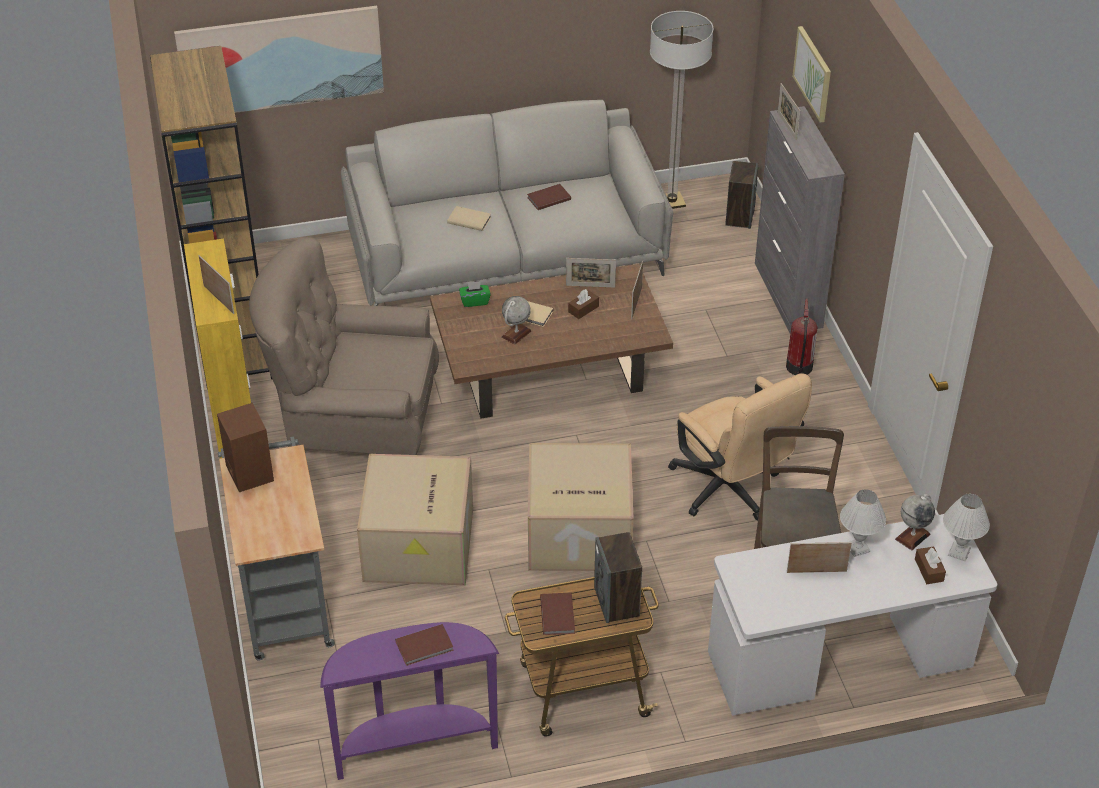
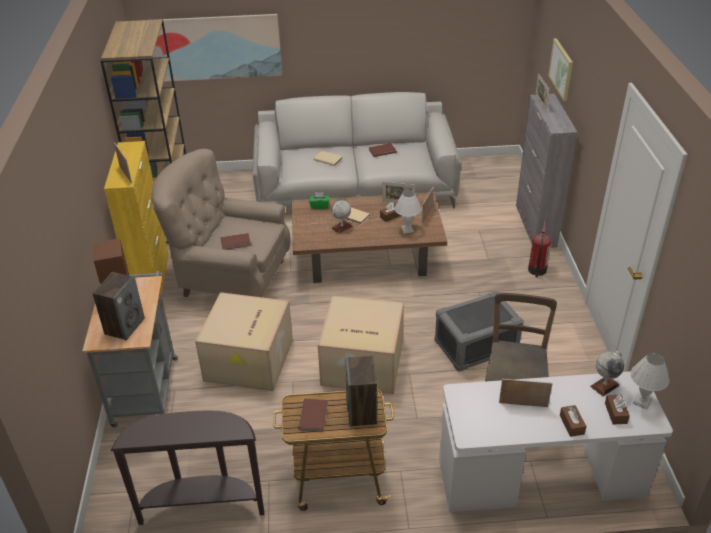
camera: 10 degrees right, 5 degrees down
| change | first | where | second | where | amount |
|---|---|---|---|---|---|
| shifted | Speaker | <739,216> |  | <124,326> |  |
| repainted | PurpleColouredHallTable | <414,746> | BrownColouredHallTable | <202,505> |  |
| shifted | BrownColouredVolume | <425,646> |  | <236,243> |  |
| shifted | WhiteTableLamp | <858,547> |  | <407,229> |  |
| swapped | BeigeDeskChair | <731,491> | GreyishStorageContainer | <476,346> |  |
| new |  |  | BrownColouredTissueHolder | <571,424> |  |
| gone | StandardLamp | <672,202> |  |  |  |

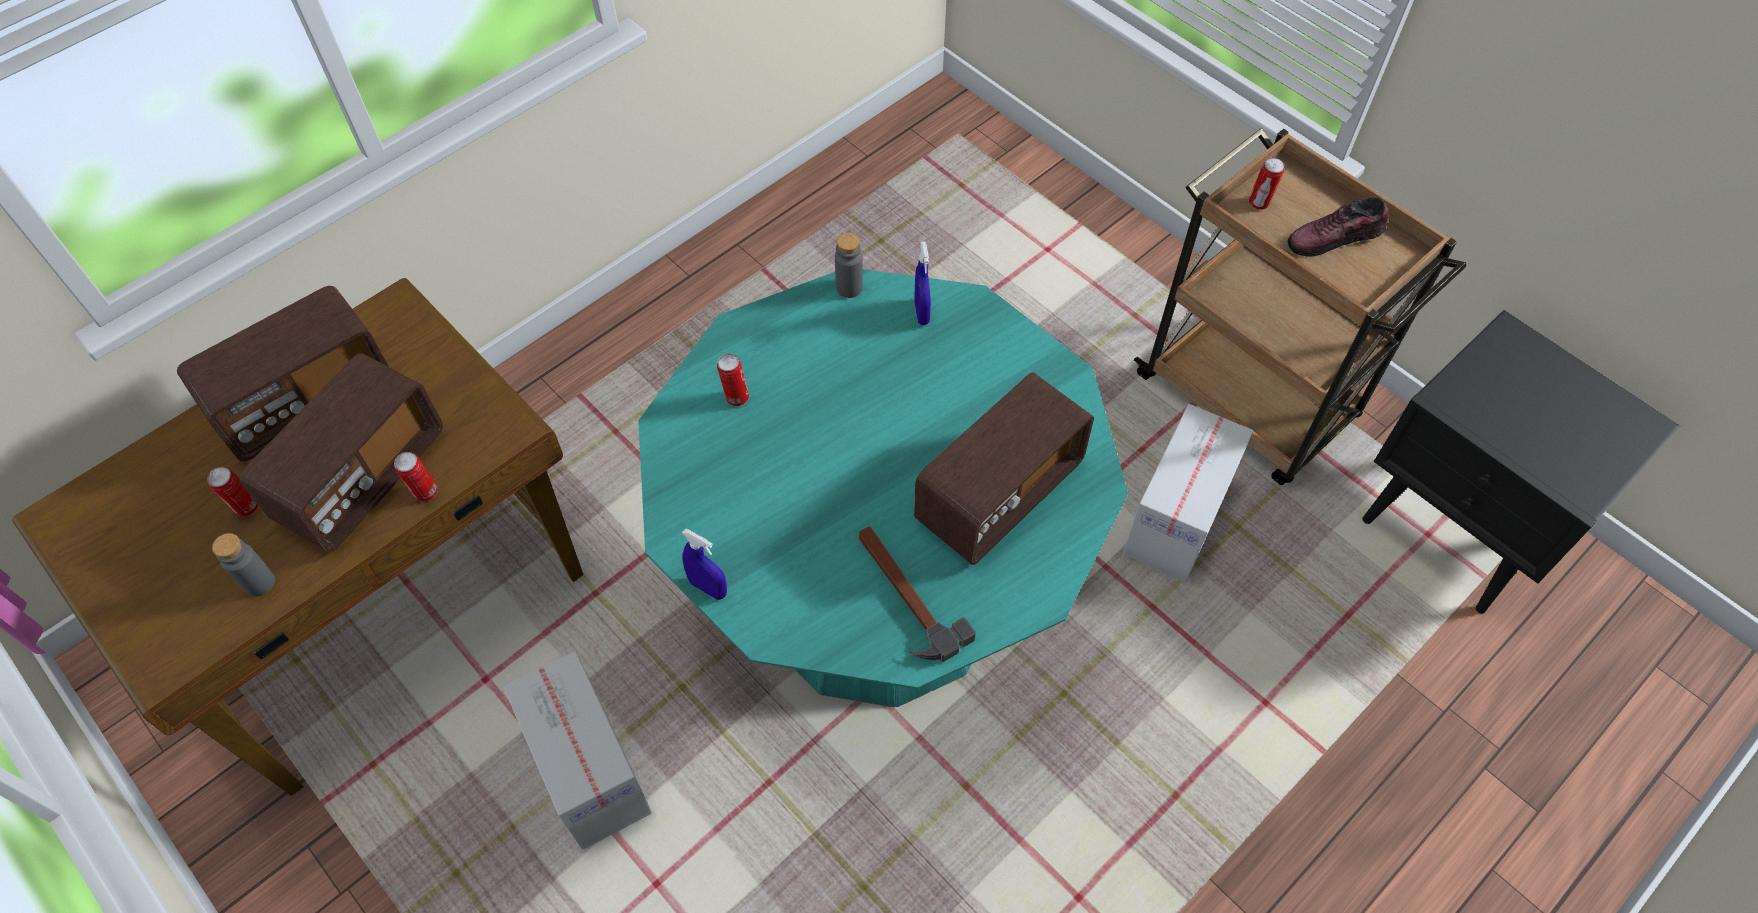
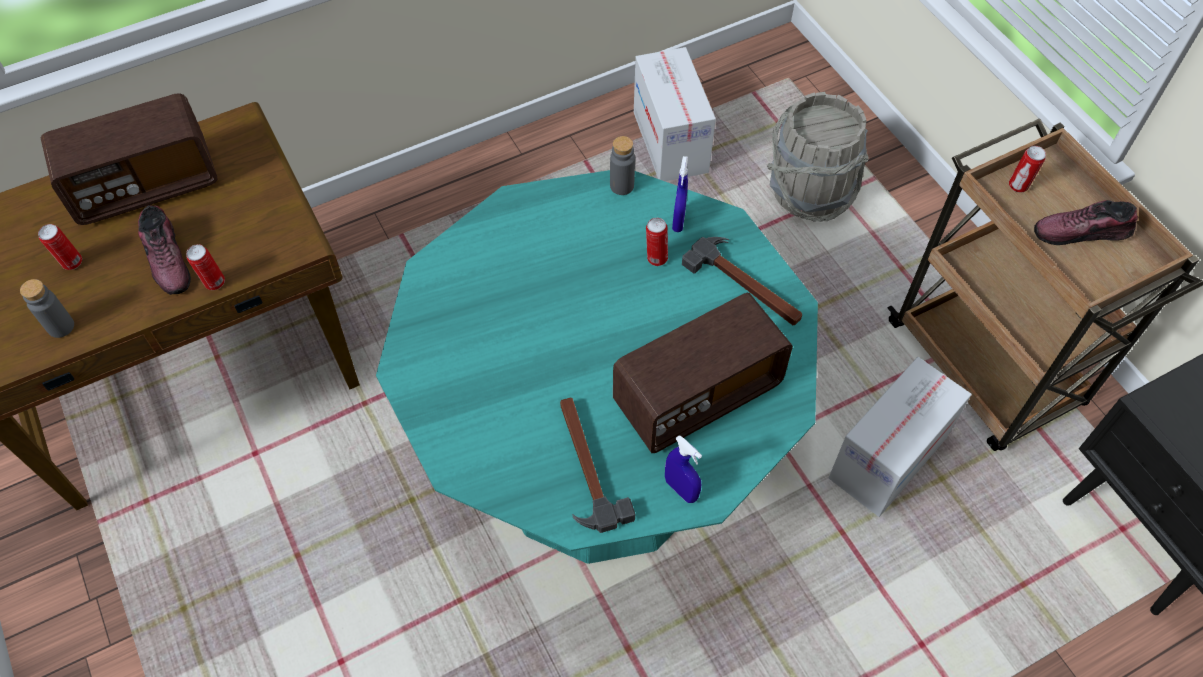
camera: 15 degrees right, 0 degrees up
| change | first | where | second | where | amount |
|---|---|---|---|---|---|
| swapped | Radio | <362,477> | LowShoe | <168,259> |  |
| shifted | CardboardBox | <589,770> |  | <670,142> |  |
| shifted | Can | <736,397> |  | <656,258> |  |
| shifted | BlueHandSprayer | <708,588> |  | <681,489> |  |
| new |  |  | HandHammer | <745,285> |  |
| new |  |  | GreyishPail | <808,192> |  |

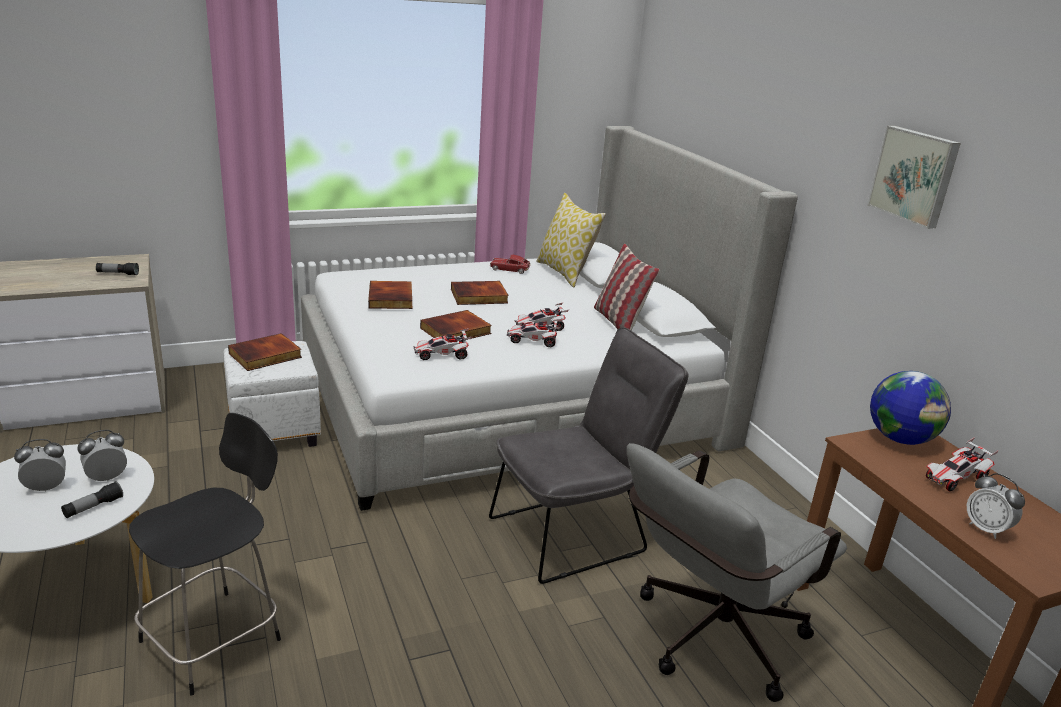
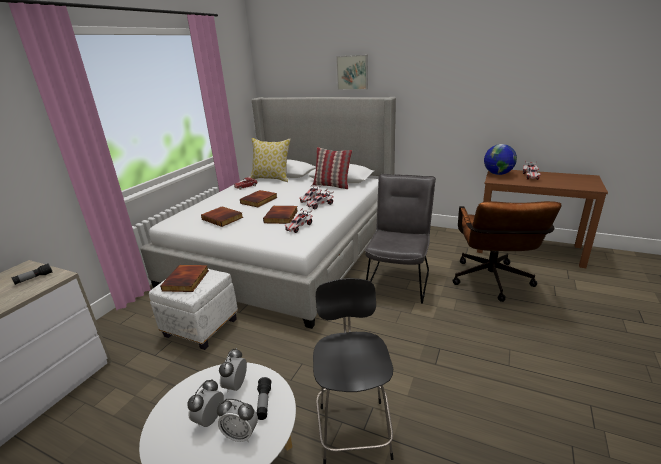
camera: 40 degrees left, 0 degrees up
| change | first | where | second | where | amount |
|---|---|---|---|---|---|
| shifted | AlarmClock | <986,529> |  | <241,435> |  |
| shifted | Picture | <915,175> |  | <353,72> |  |
| repainted | GreyishDeskChair | <709,641> | BrownColouredDeskChair | <492,283> |  |

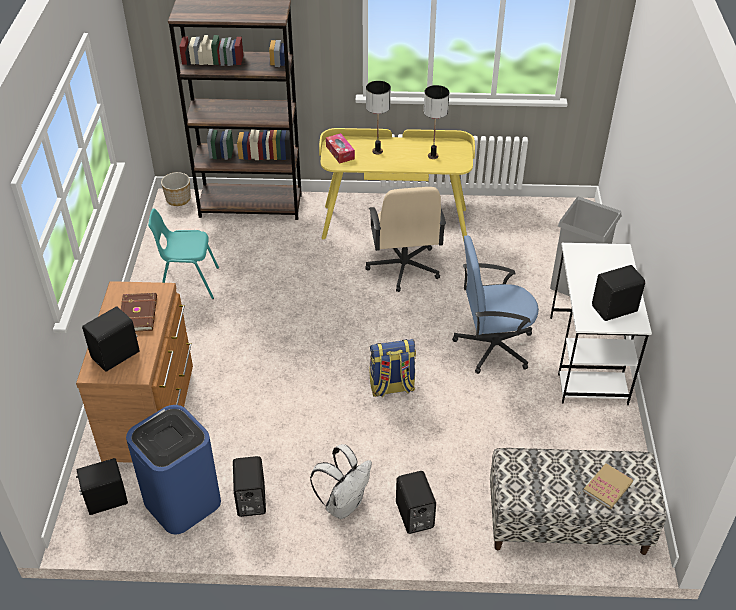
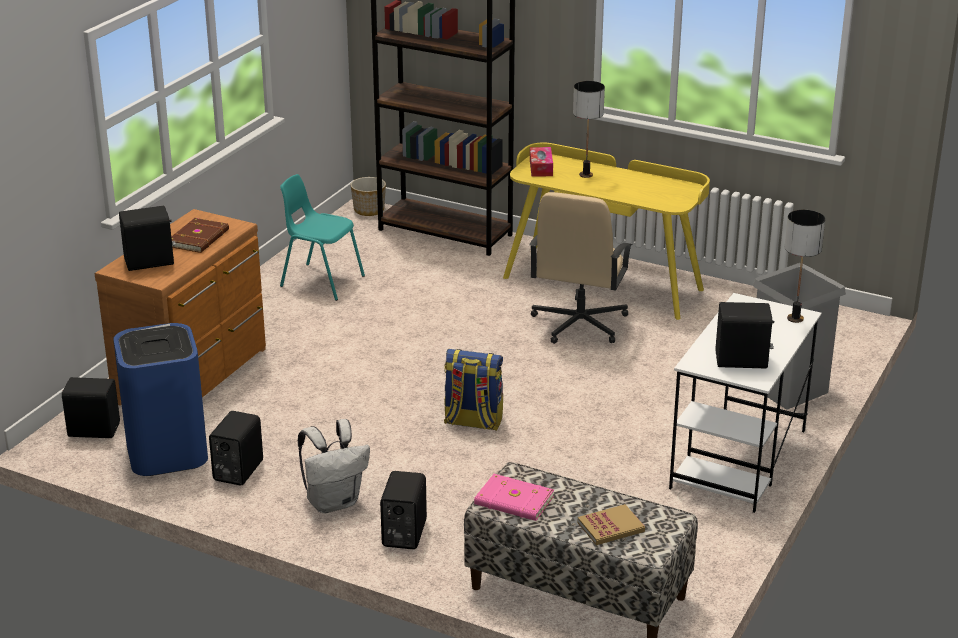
camera: 25 degrees right, 15 degrees down
| change | first | where | second | where | amount |
|---|---|---|---|---|---|
| new |  |  | PinkVolume | <514,501> |  |
| shifted | TableLamp | <433,156> |  | <795,319> |  |
| gone | BlueDeskChair | <492,346> |  |  |  |

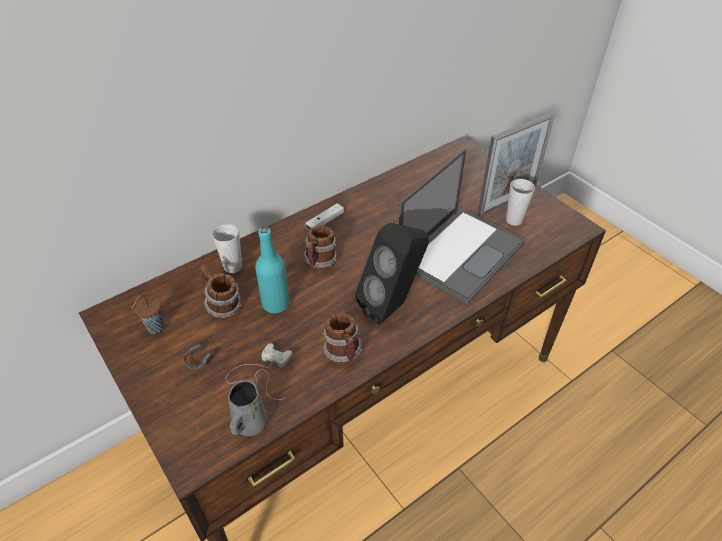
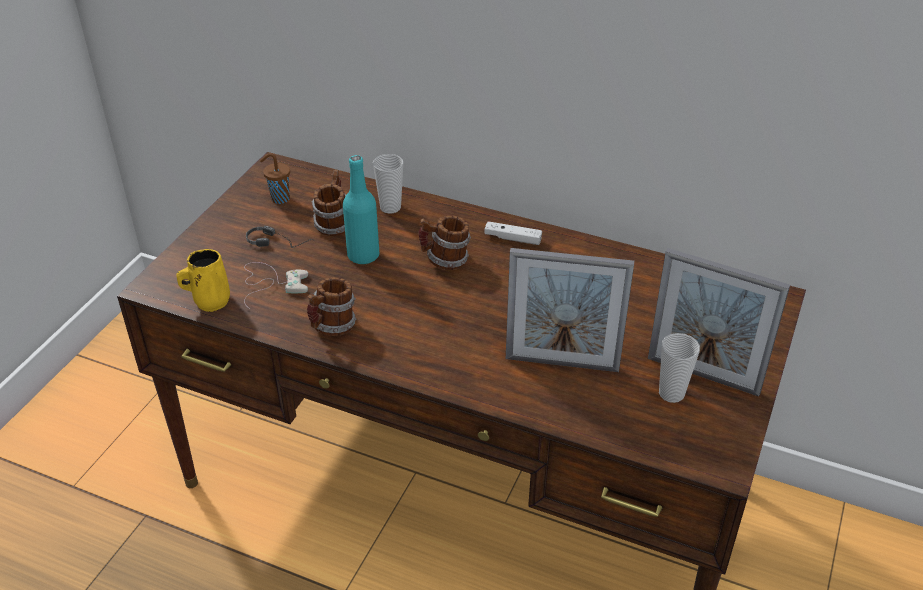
camera: 60 degrees right, 5 degrees down
| change | first | where | second | where | amount |
|---|---|---|---|---|---|
| repainted | GreyishCoffeeMug | <249,425> | YellowColouredCoffeeMug | <210,301> |  |
| swapped | Laptop | <461,252> | StandingFrame | <562,363> |  |
| gone | BlackColouredSpeaker | <392,305> |  |  |  |

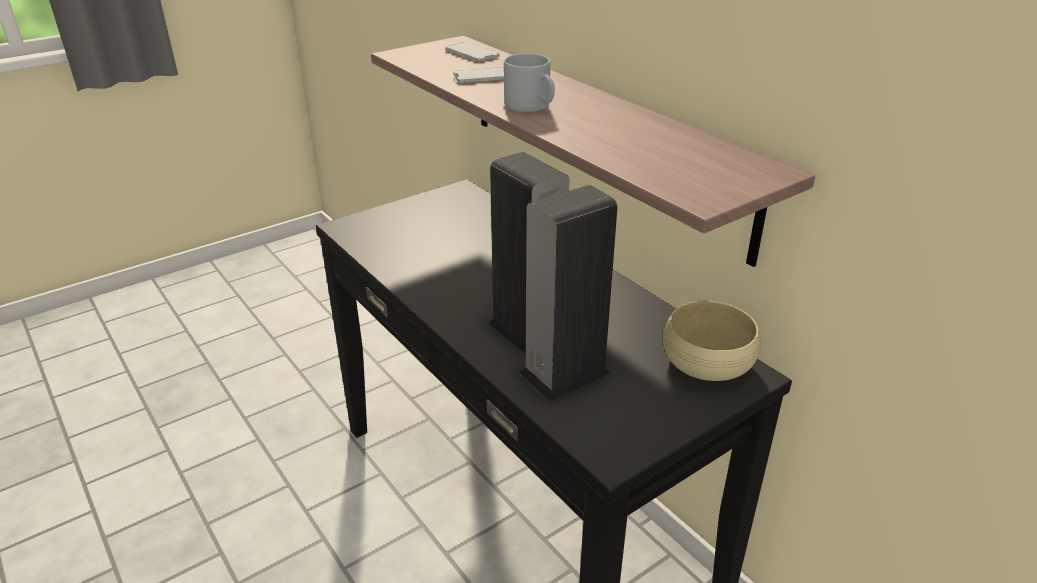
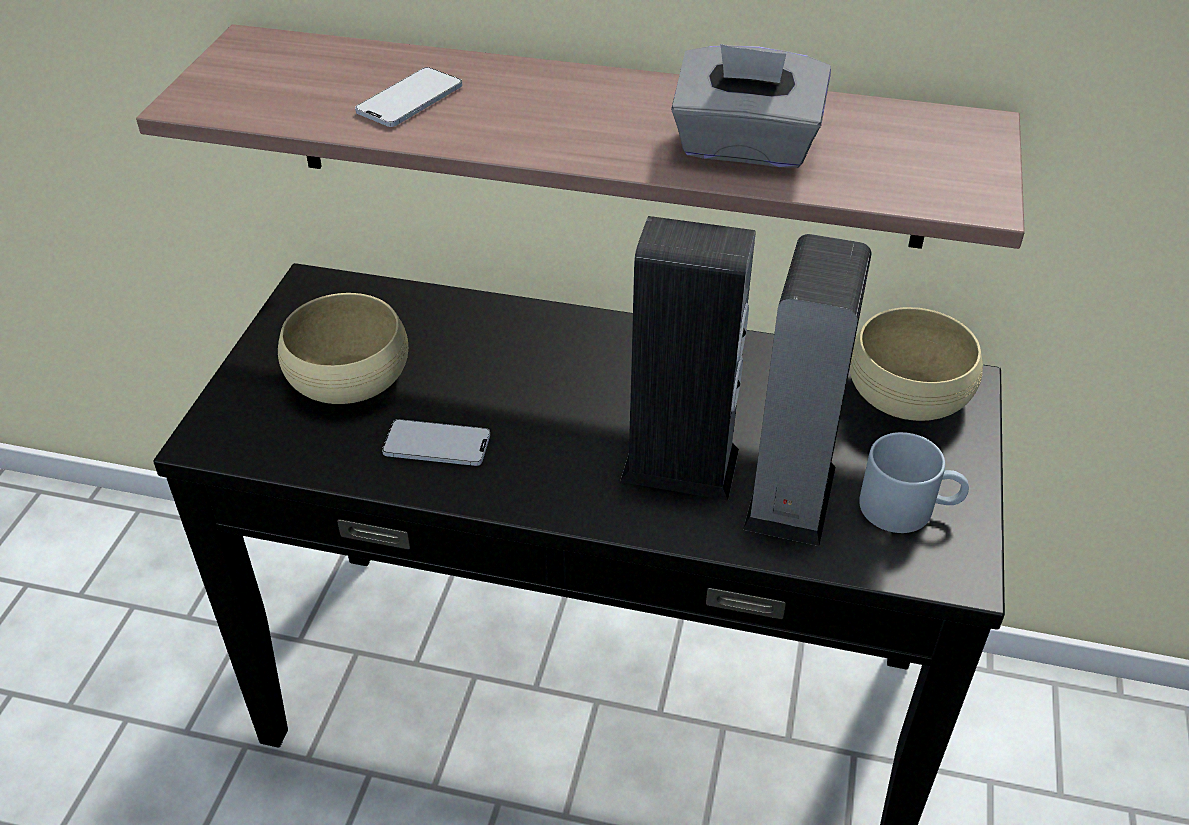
camera: 40 degrees left, 10 degrees up
| change | first | where | second | where | amount |
|---|---|---|---|---|---|
| new |  |  | BeigeServingBowl | <349,377> |  |
| shifted | Telephone | <472,53> |  | <437,444> |  |
| new |  |  | GreyishTissueHolder | <745,147> |  |
| shifted | GreyishCoffeeMug | <533,106> |  | <908,507> |  |

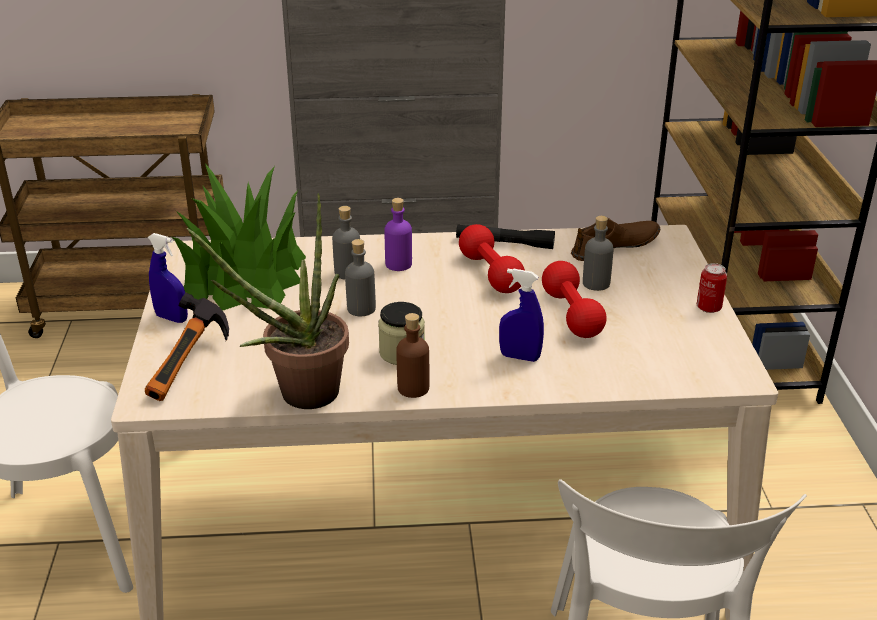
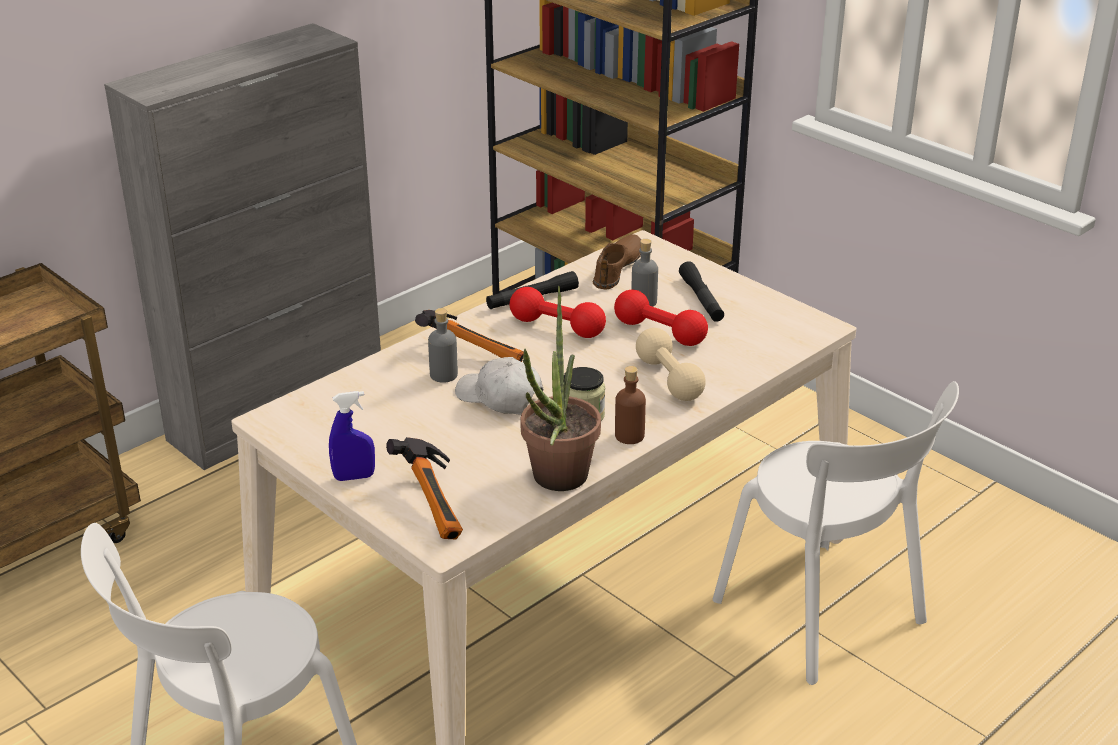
camera: 40 degrees left, 0 degrees up
| change | first | where | second | where | amount |
|---|---|---|---|---|---|
| swapped | PurpleColouredBottle | <398,264> | HandHammer | <474,350> |  |
| swapped | GreyishBottle | <361,308> | WhiteCap | <500,398> |  |
| swapped | BlueHandSprayer | <520,357> | BeigeFreeWeight | <669,379> |  |
| new |  |  | BlackColouredHandTorch | <701,299> |  |
| gone | PottedPlant | <243,277> |  |  |  |
| gone | Can | <708,307> |  |  |  |

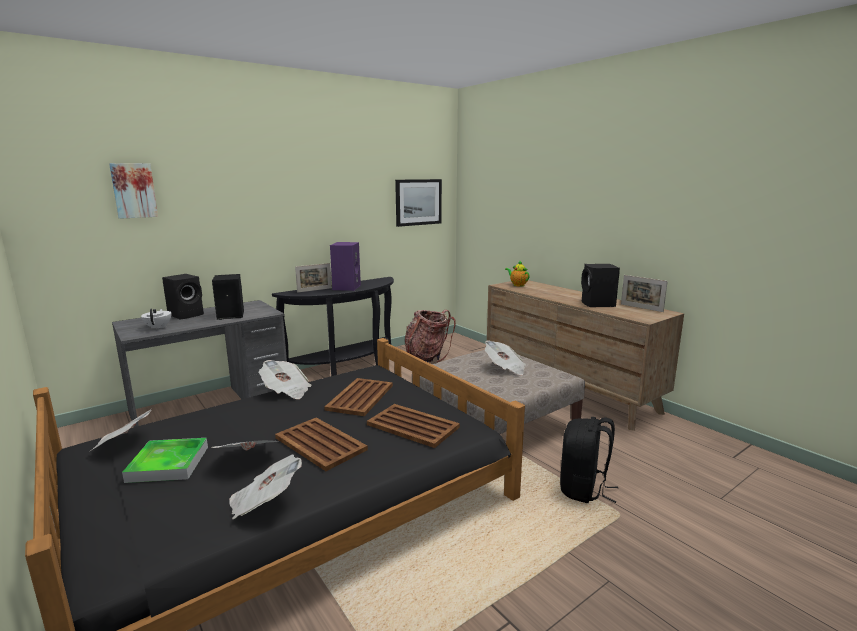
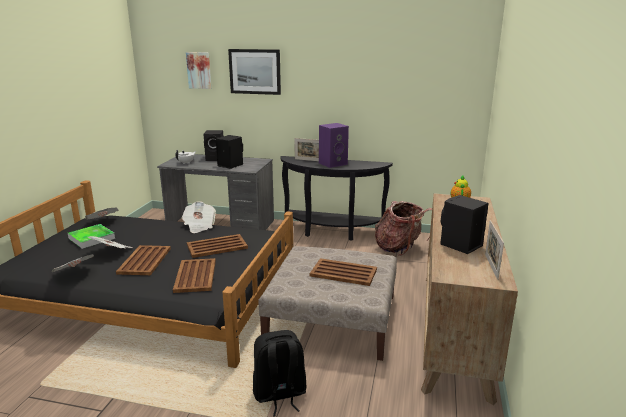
camera: 50 degrees right, 5 degrees up
| change | first | where | second | where | amount |
|---|---|---|---|---|---|
| shifted | Picture | <418,202> |  | <255,71> |  |
| swapped | PrintedPaper | <505,368> | BrownColouredTray | <344,273> |  |

